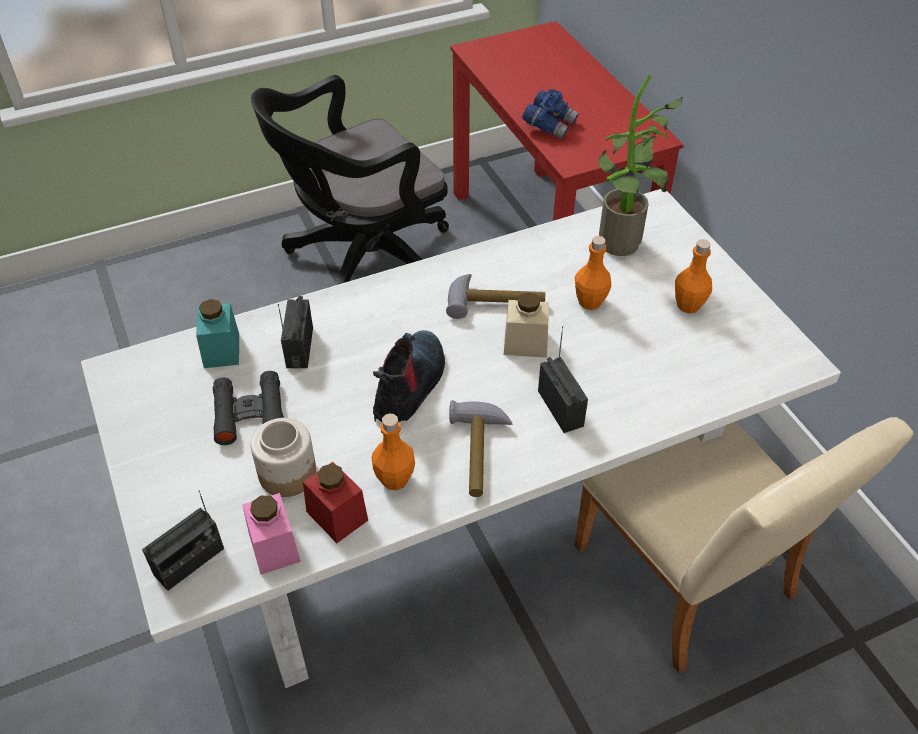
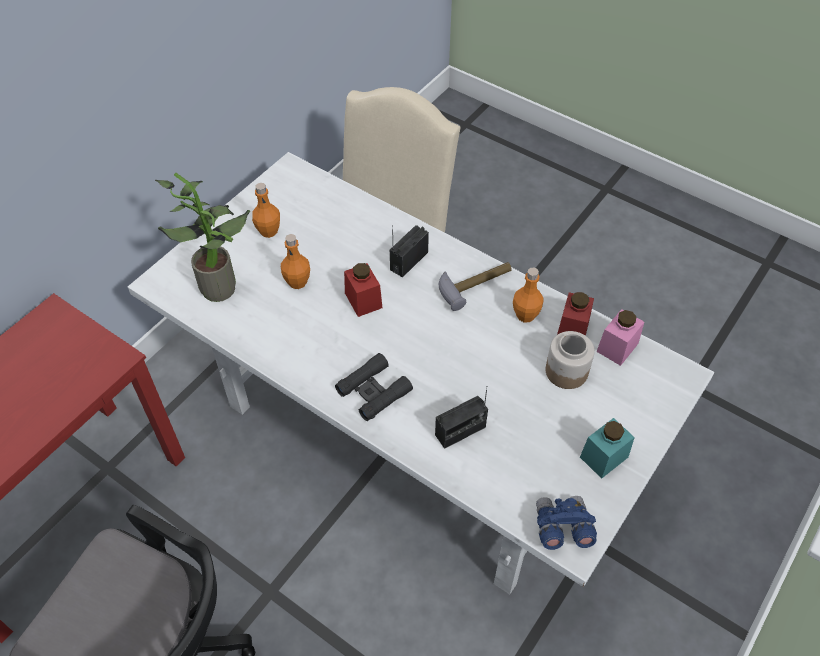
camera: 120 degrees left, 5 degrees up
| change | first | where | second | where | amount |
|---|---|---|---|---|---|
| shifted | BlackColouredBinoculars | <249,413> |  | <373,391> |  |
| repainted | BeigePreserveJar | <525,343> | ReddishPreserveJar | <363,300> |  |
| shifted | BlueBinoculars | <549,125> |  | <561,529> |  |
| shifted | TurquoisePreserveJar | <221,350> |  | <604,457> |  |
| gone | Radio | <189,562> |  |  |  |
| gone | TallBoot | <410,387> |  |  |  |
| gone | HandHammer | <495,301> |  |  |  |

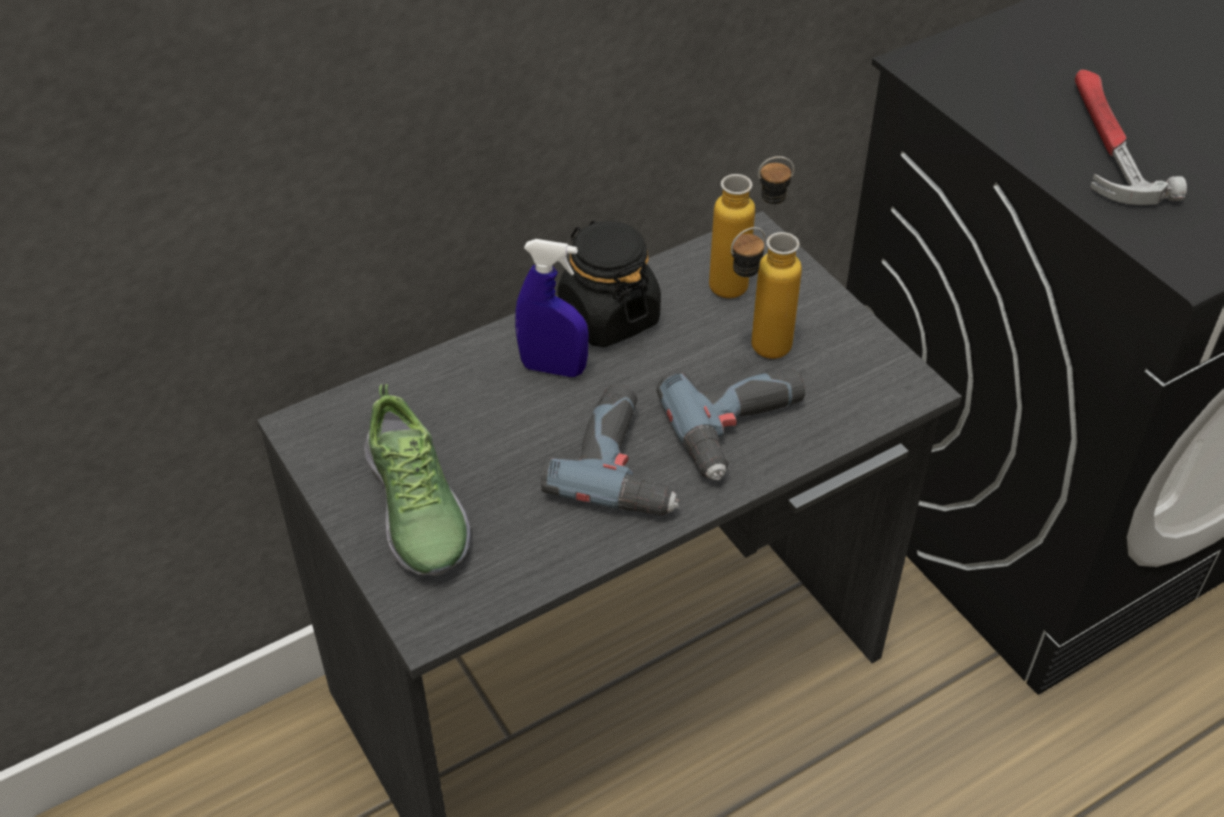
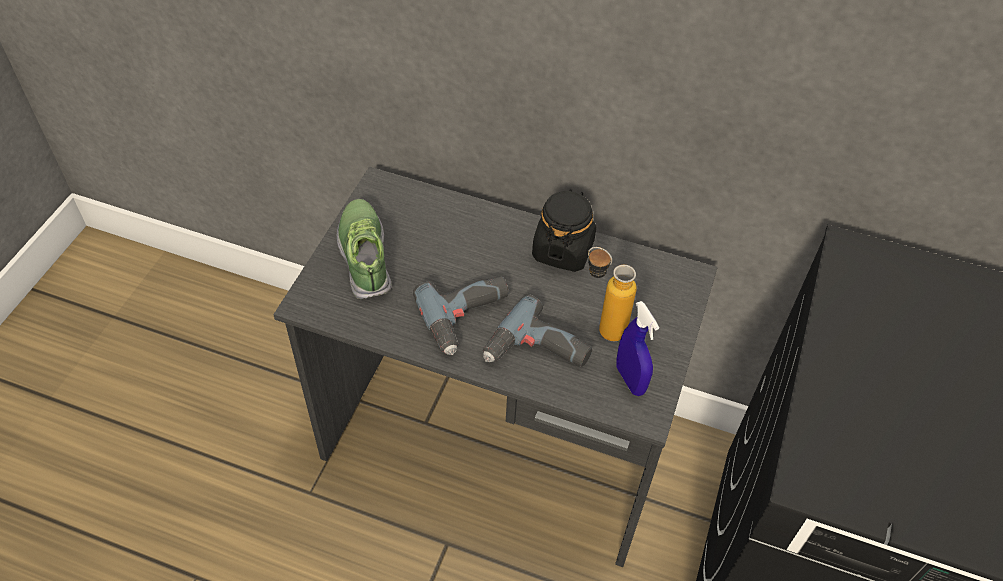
camera: 50 degrees right, 5 degrees up
| change | first | where | second | where | amount |
|---|---|---|---|---|---|
| rotated | LowShoe | <416,510> |  | <365,256> | 135 degrees clockwise |
| shifted | BlueHandSprayer | <553,368> |  | <630,380> |  |
| gone | Bottle | <745,286> |  |  |  |
| gone | HandHammer | <1107,143> |  |  |  |

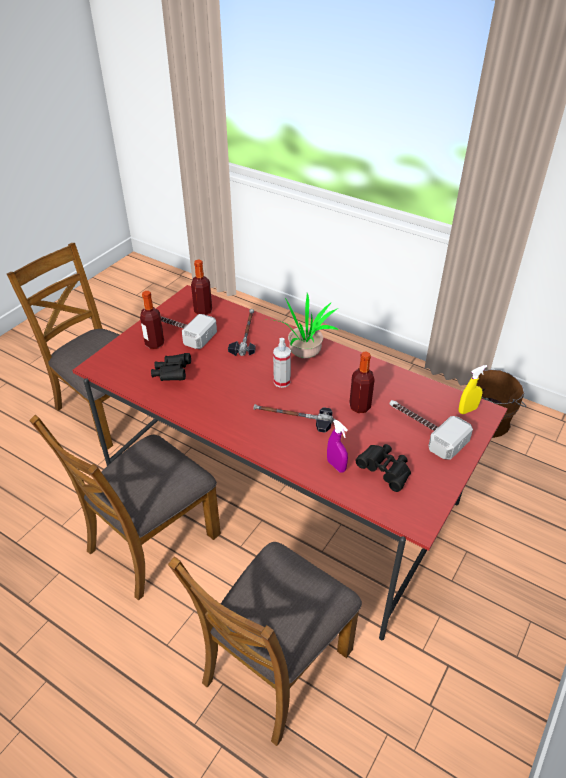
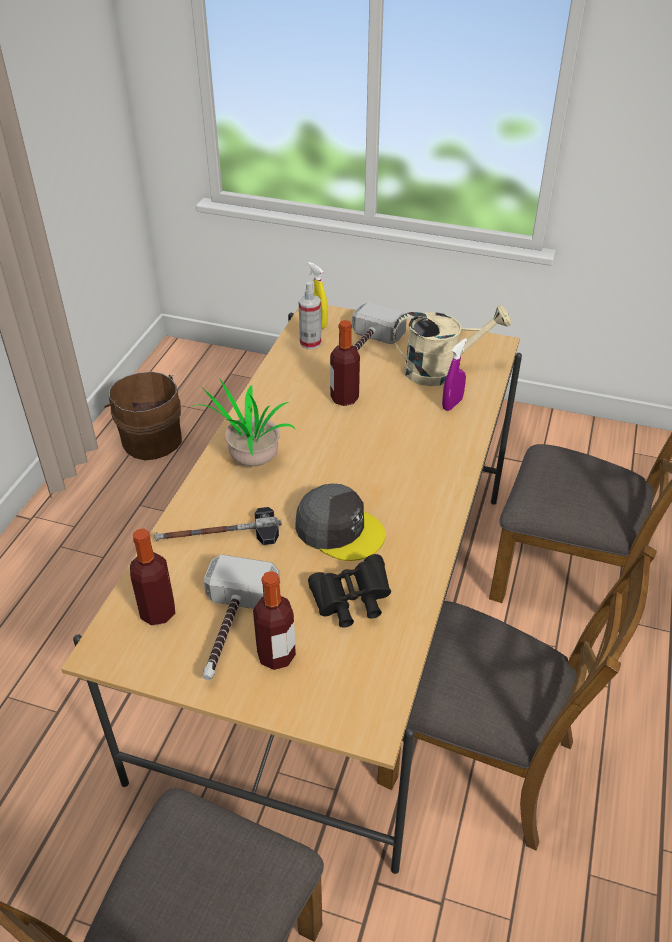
camera: 105 degrees left, 0 degrees up
| change | first | where | second | where | amount |
|---|---|---|---|---|---|
| repainted | ReddishDinnerTable | <283,493> | BeigeDinnerTable | <335,622> |  |
| new |  |  | GreyishCap | <339,529> |  |
| shifted | HandSprayer | <282,382> |  | <310,343> |  |
| swapped | BlackColouredBinoculars | <385,472> | BeigeWateringPot | <441,370> |  |
| gone | HandHammer | <293,418> |  |  |  |

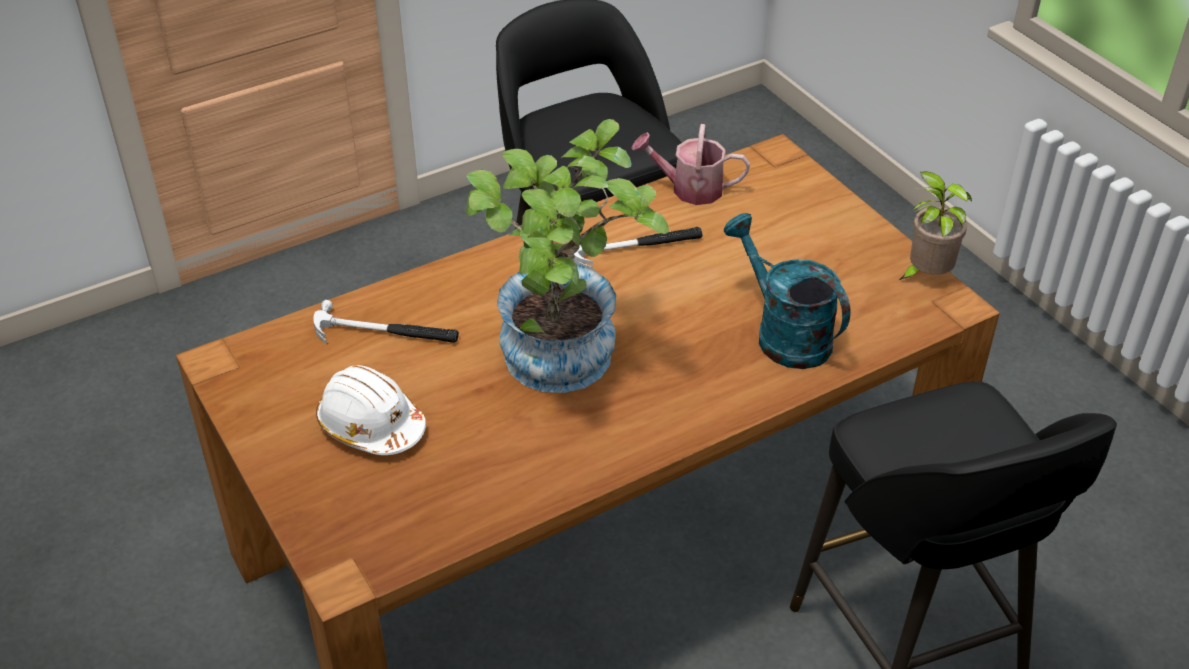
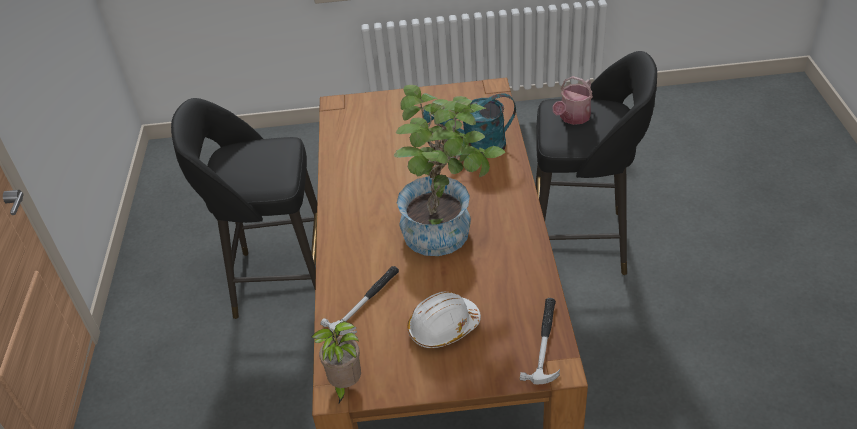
camera: 60 degrees left, 0 degrees up
| change | first | where | second | where | amount |
|---|---|---|---|---|---|
| shifted | PottedPlant | <925,275> |  | <345,385> |  |
| shifted | HandHammer | <634,247> |  | <545,342> |  |
| shifted | WateringPot | <689,189> |  | <572,118> |  |

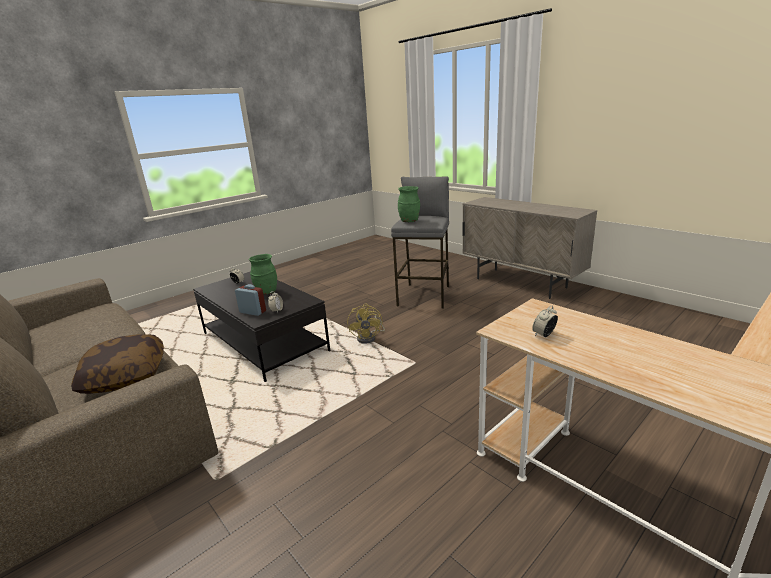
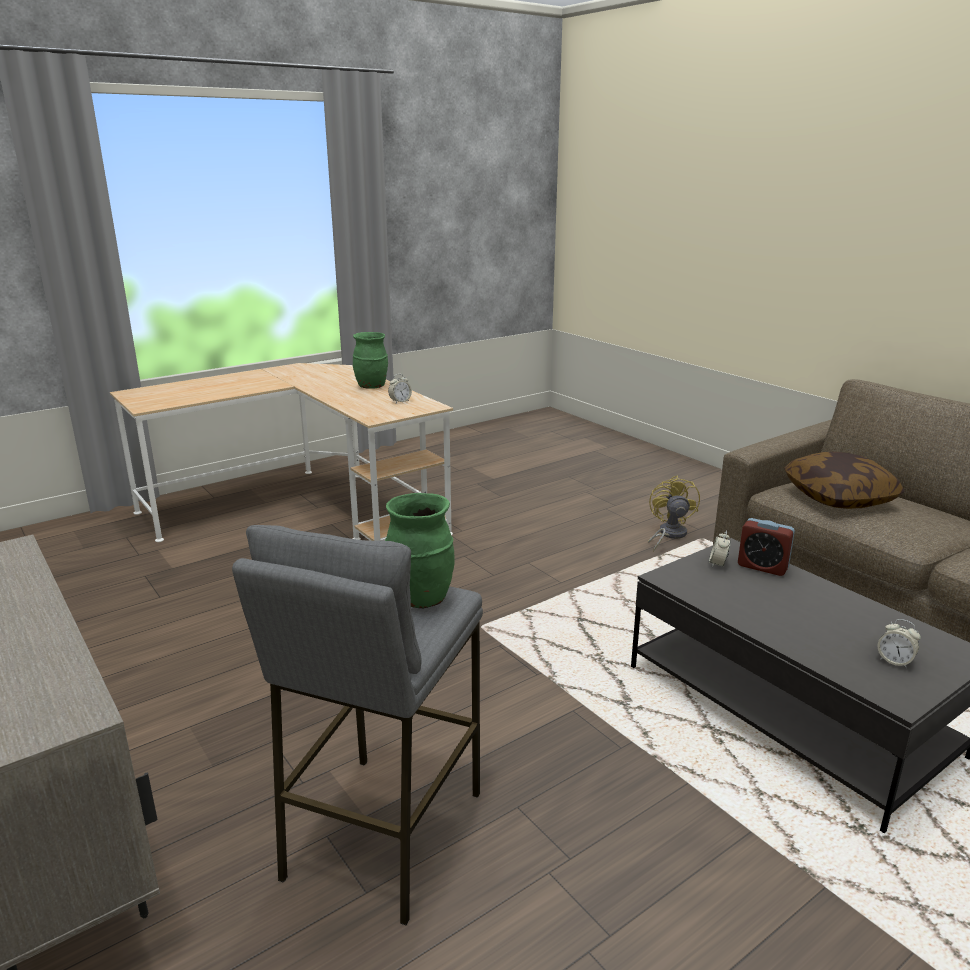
camera: 175 degrees left, 0 degrees up
| change | first | where | second | where | amount |
|---|---|---|---|---|---|
| shifted | GreenDecorativeVase | <266,292> |  | <372,386> |  |
| shifted | YellowColouredFan | <369,338> |  | <668,535> |  |

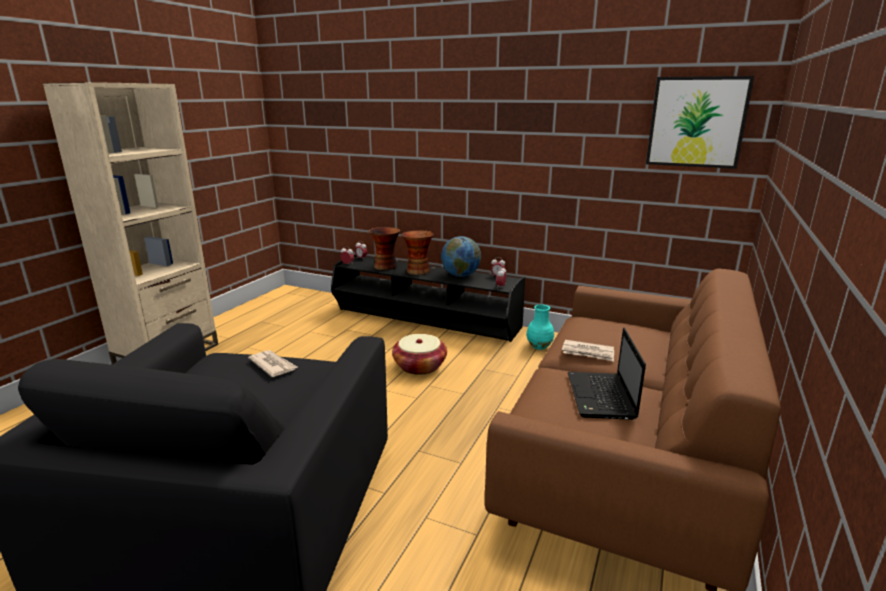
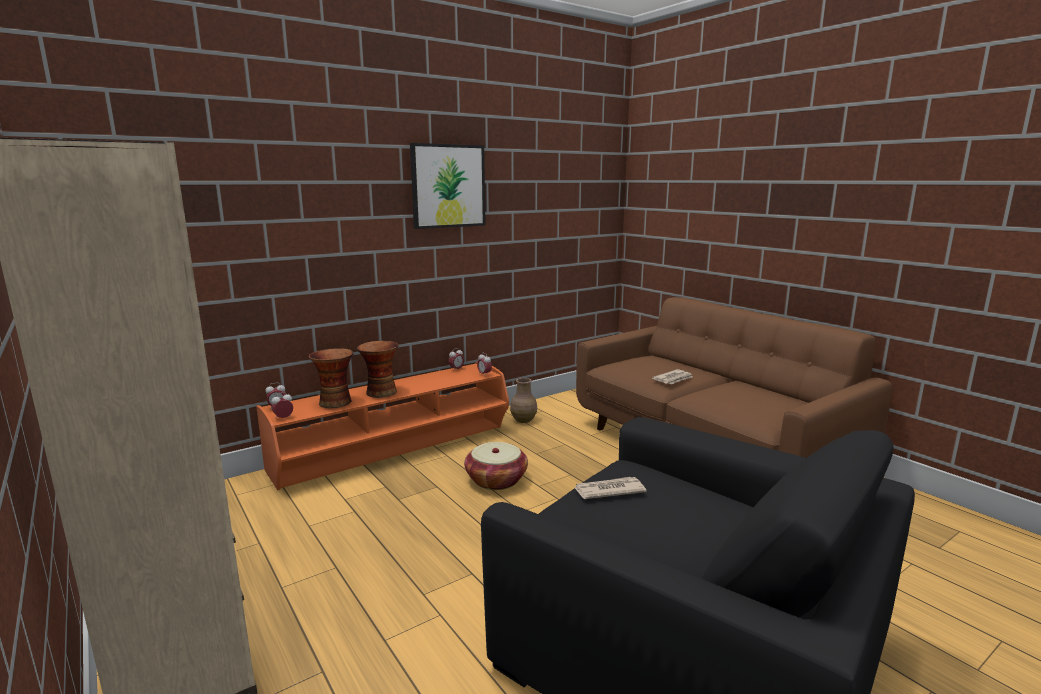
camera: 60 degrees left, 5 degrees down
| change | first | where | second | where | amount |
|---|---|---|---|---|---|
| repainted | BlackColouredTvStand | <425,320> | OrangeTvStand | <395,450> |  |
| shifted | Picture | <696,122> |  | <448,186> |  |
| repainted | TurquoiseDecorativeVase | <539,346> | BrownColouredDecorativeVase | <523,420> |  |
| gone | WorldGlobe | <460,275> |  |  |  |
| gone | Laptop | <601,397> |  |  |  |

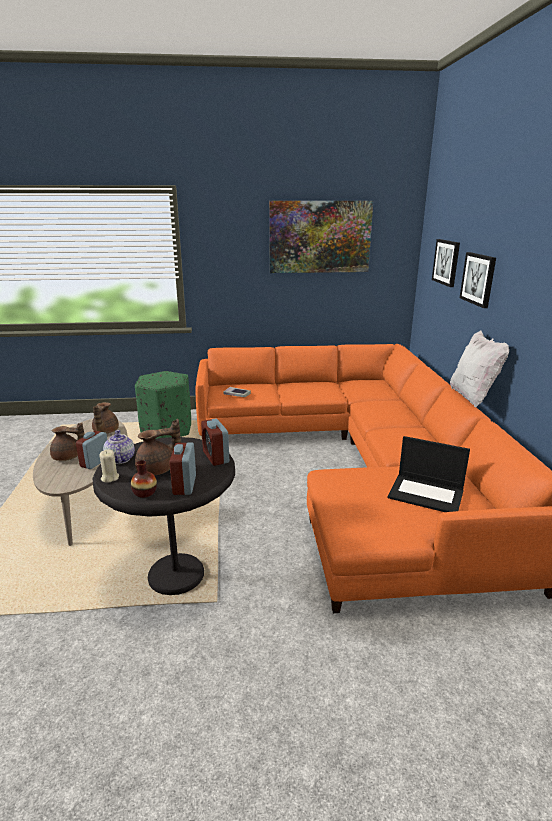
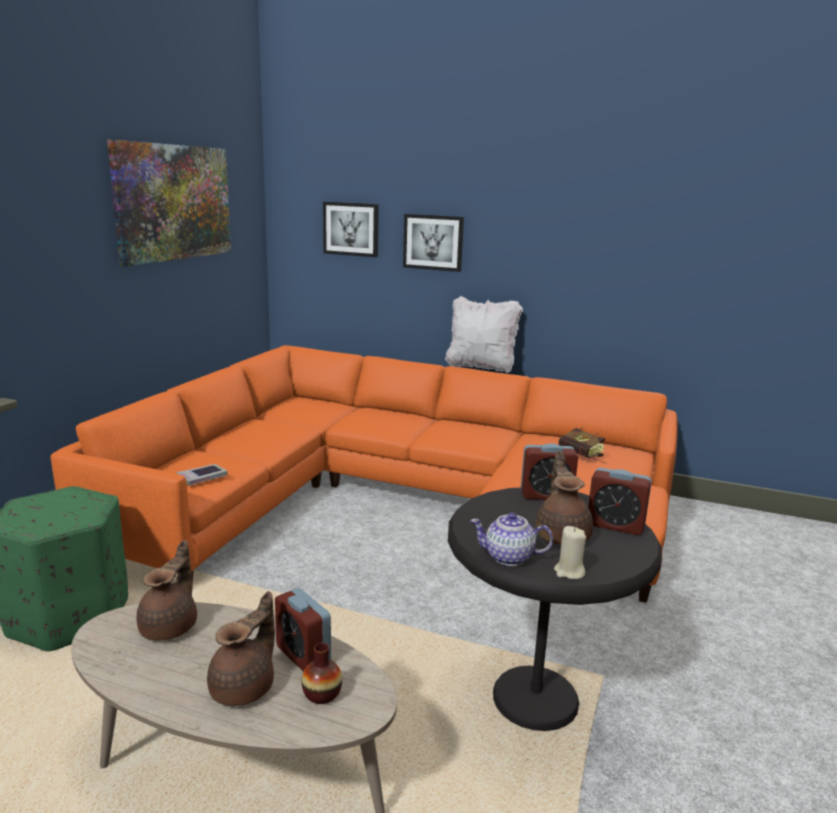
camera: 65 degrees left, 5 degrees down
| change | first | where | second | where | amount |
|---|---|---|---|---|---|
| rotated | BrownColouredPotForTea | <105,431> |  | <171,626> | 105 degrees counterclockwise |
| shifted | DecorativeVase | <144,493> |  | <322,694> |  |
| swapped | Laptop | <427,494> | Volume | <583,458> |  |

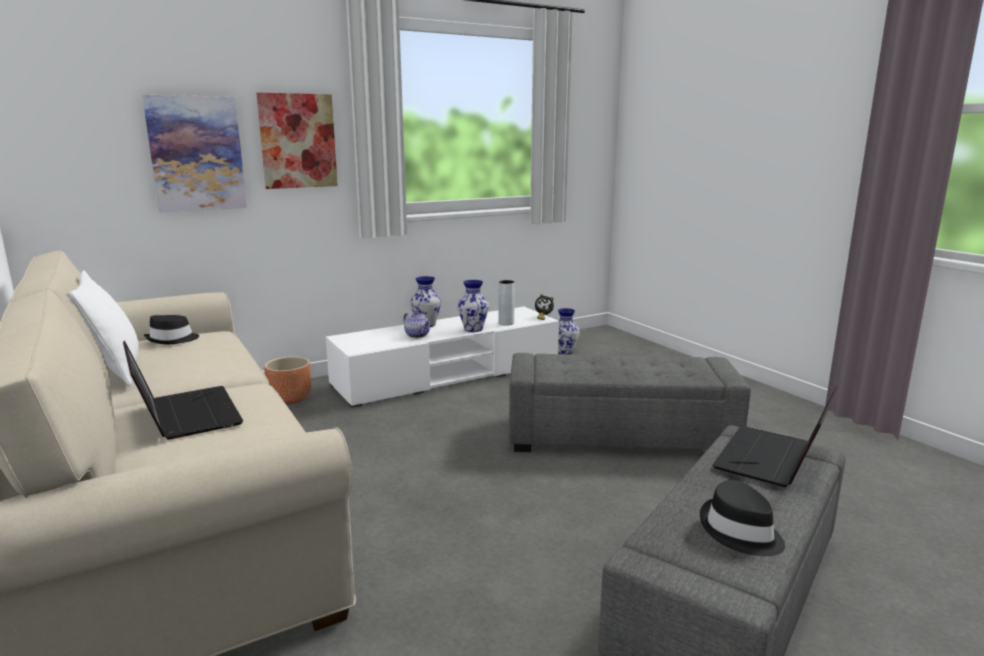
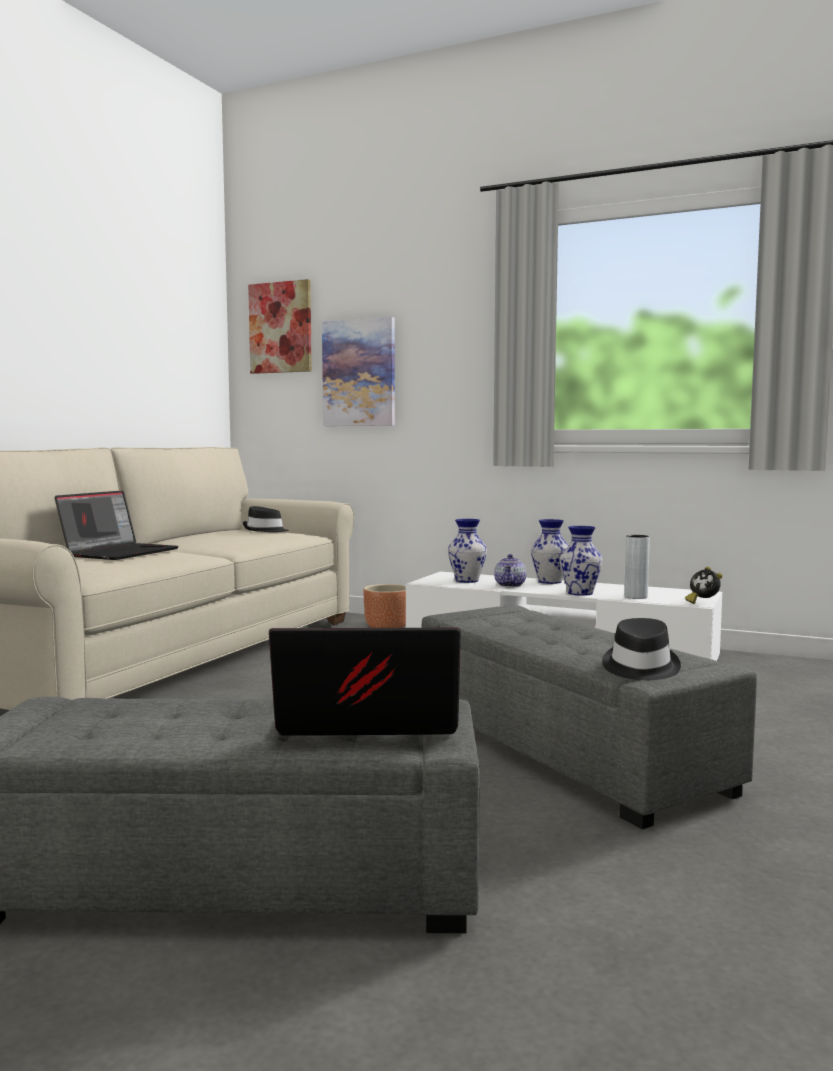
camera: 55 degrees right, 10 degrees down
| change | first | where | second | where | amount |
|---|---|---|---|---|---|
| shifted | Picture | <298,141> |  | <281,327> |  |
| shifted | DecorativeVase | <565,352> |  | <466,581> |  |
| shifted | BlackColouredHat | <740,532> |  | <639,667> |  |
| gone | WhiteThrowPillow | <115,372> |  |  |  |

